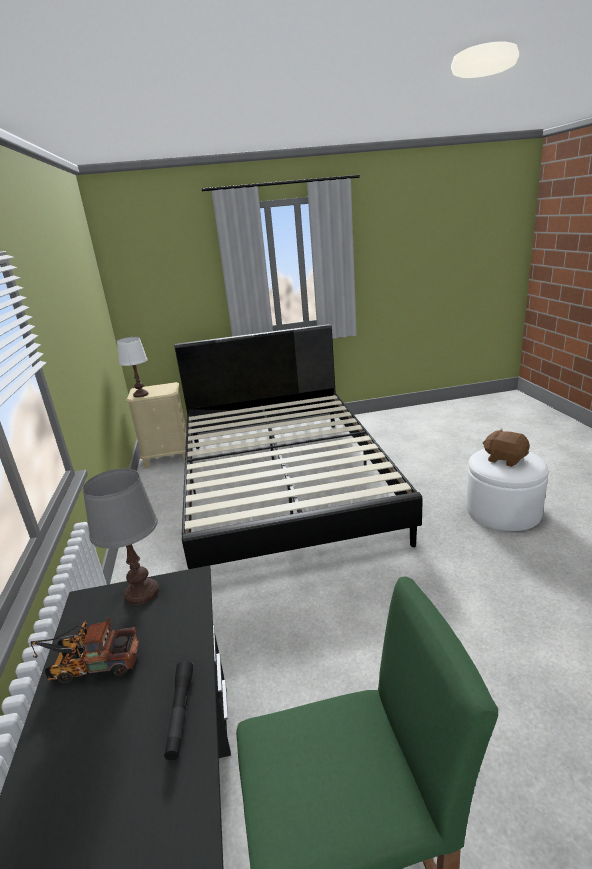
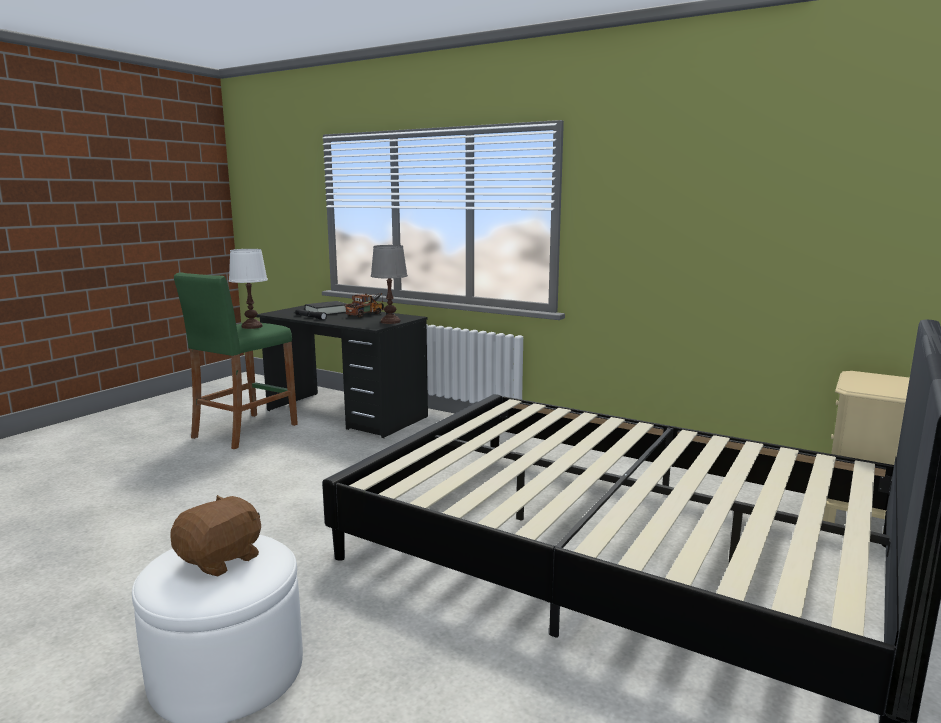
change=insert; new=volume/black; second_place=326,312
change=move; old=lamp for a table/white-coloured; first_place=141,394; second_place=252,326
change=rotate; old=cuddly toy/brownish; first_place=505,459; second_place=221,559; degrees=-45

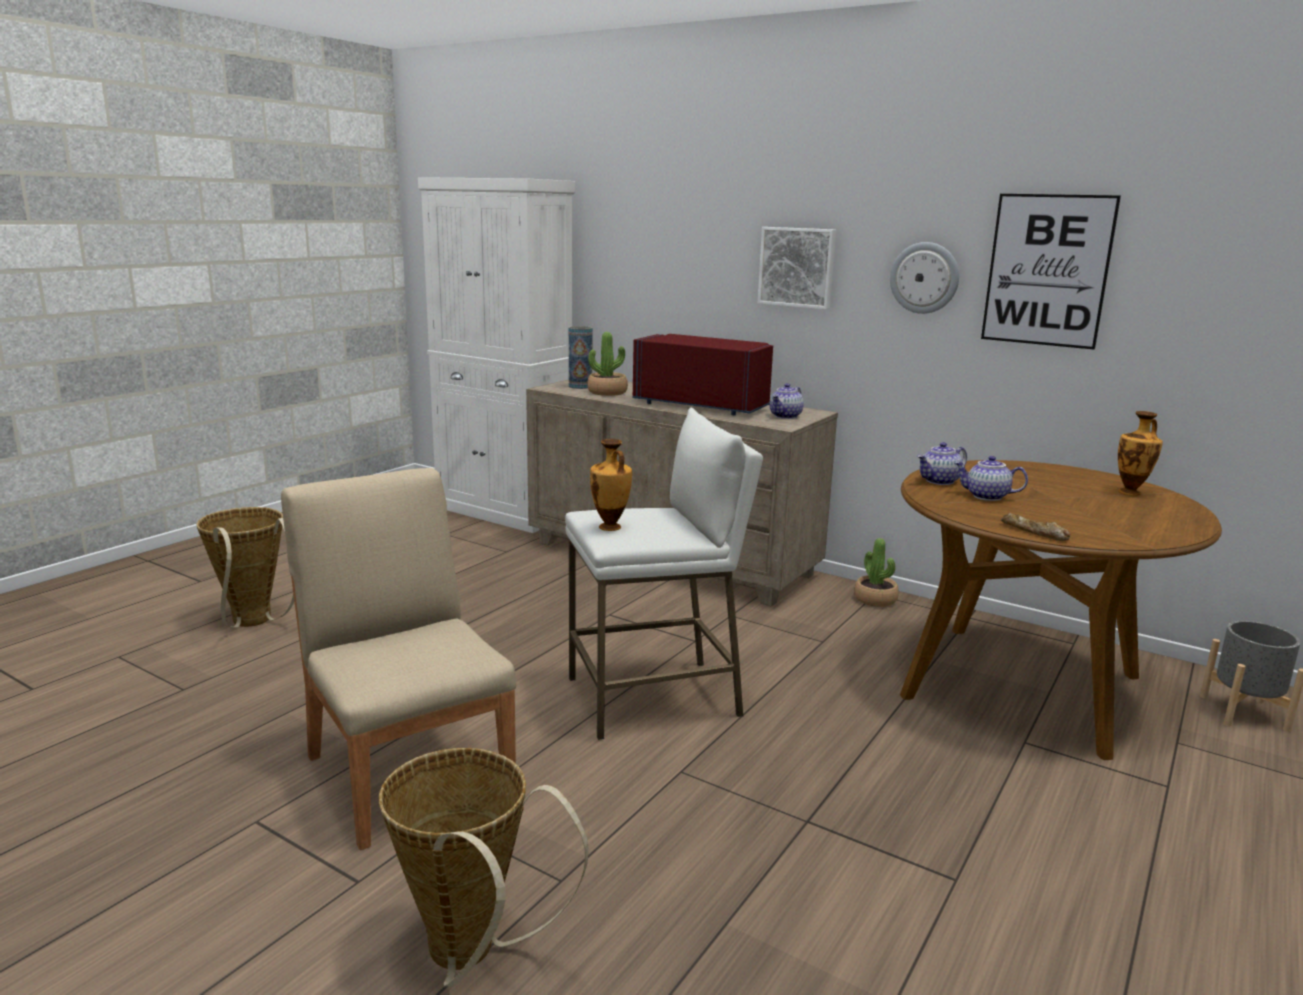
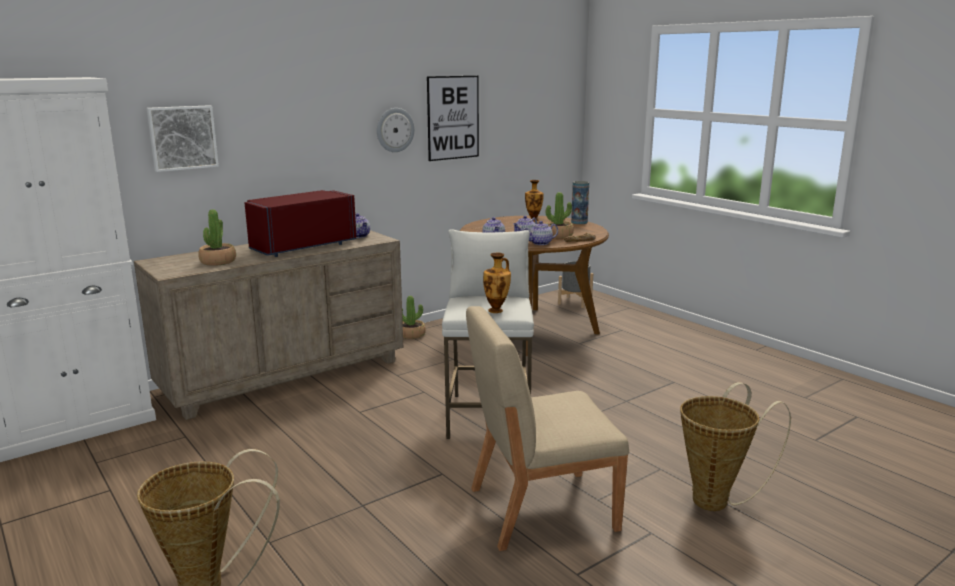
change=insert; new=teapot; second_place=540,243
change=insert; new=houseplant; second_place=558,235
change=move; old=vase; first_place=580,386; second_place=579,222
change=move; old=picture; first_place=797,267; second_place=182,137

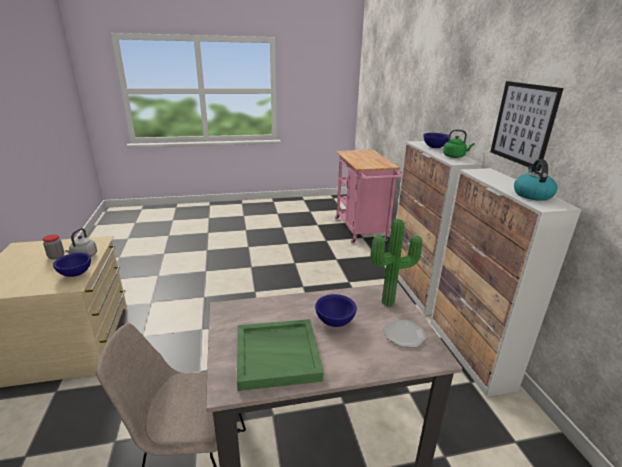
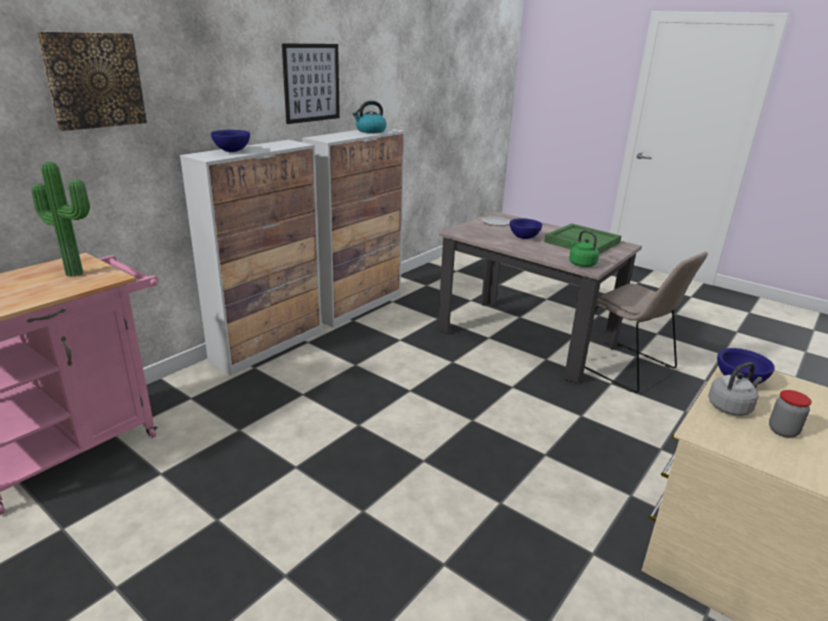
change=insert; new=picture; second_place=94,80
change=move; old=houseplant; first_place=389,304; second_place=77,272
change=move; old=tea kettle/greenish; first_place=455,156; second_place=581,264

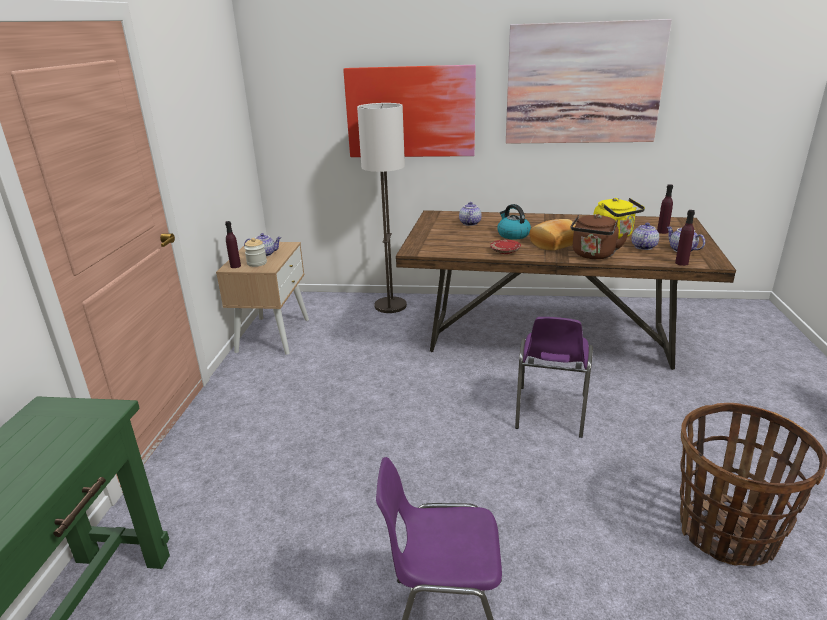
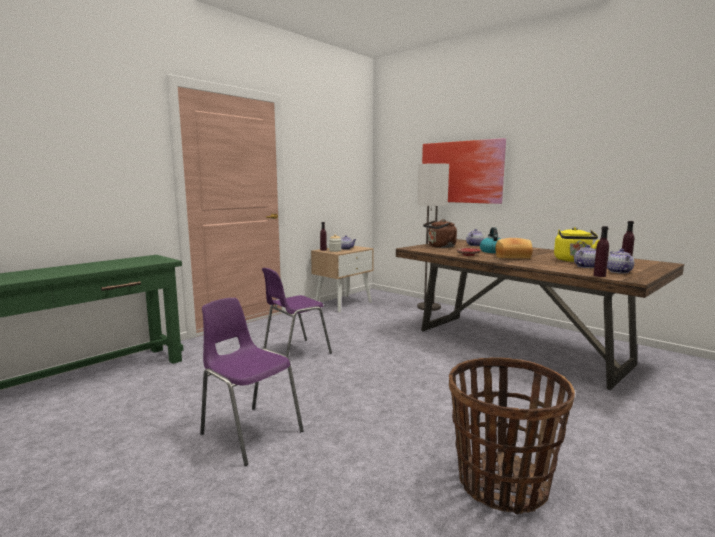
change=delete; old=picture; first_place=583,84
change=move; old=plain chair/purplish; first_place=549,412; second_place=295,353
change=move; old=tea kettle/brownish; first_place=593,255; second_place=440,246

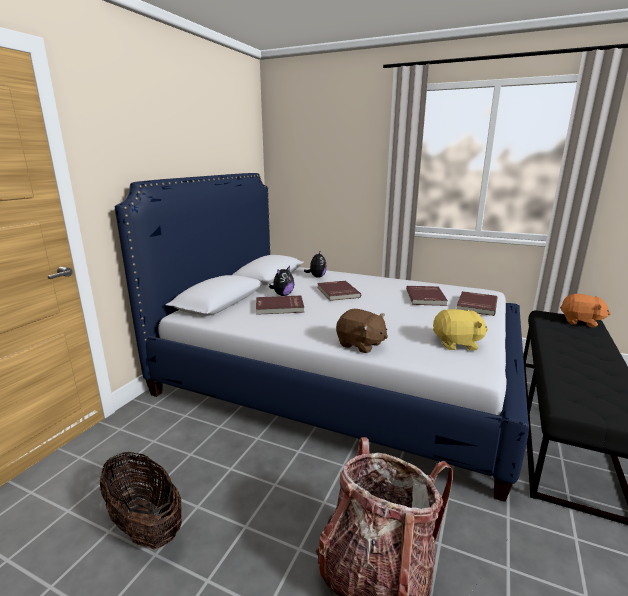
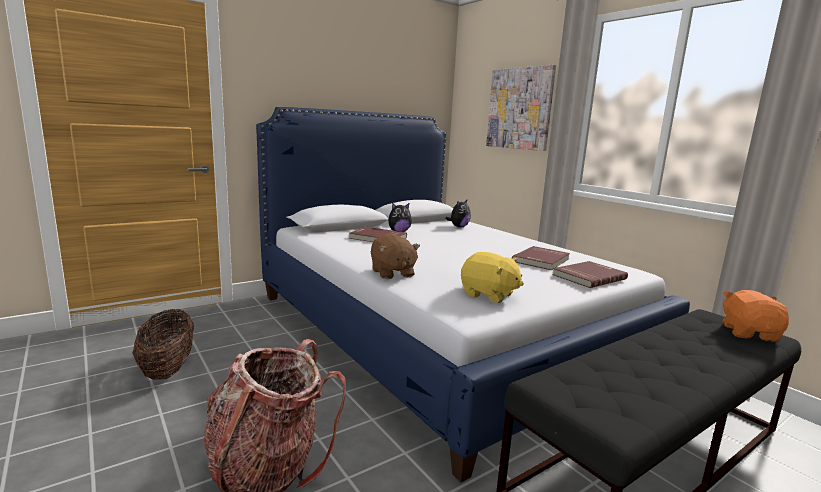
change=delete; old=volume/red; first_place=337,292
change=insert; new=picture; second_place=519,108
change=rotate; old=cuddly toy/orangey; first_place=580,322; second_place=749,333; degrees=-135

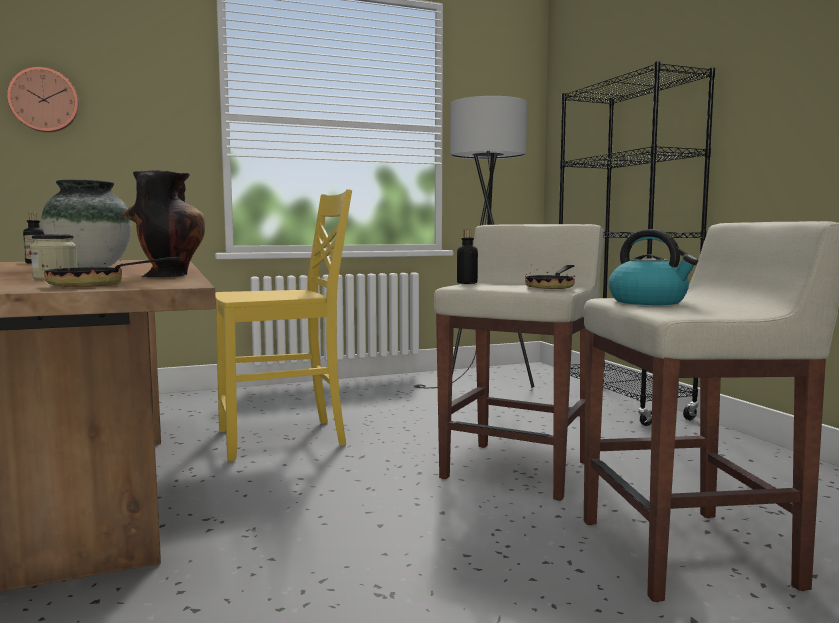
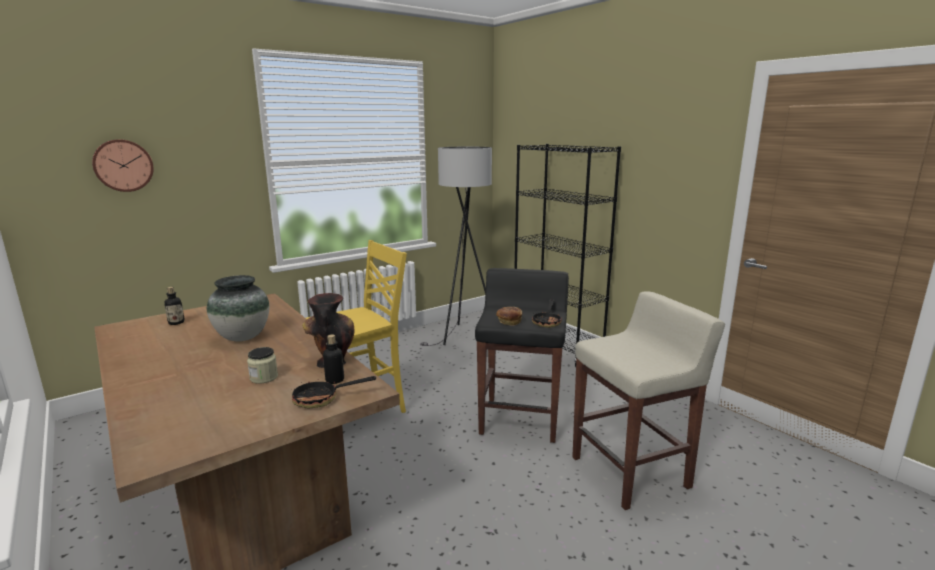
change=delete; old=tea kettle; first_place=649,302
change=insert; new=bakery bread; second_place=509,322
change=move; old=drink bottle; first_place=467,283; second_place=335,380
change=recolor; old=stool/beige; new=stool/black; first_place=518,469; second_place=520,419

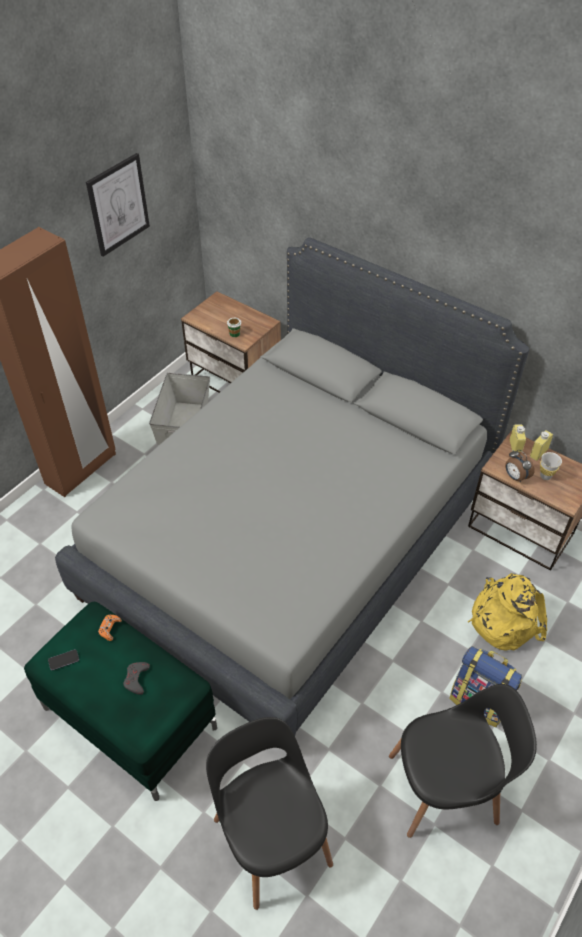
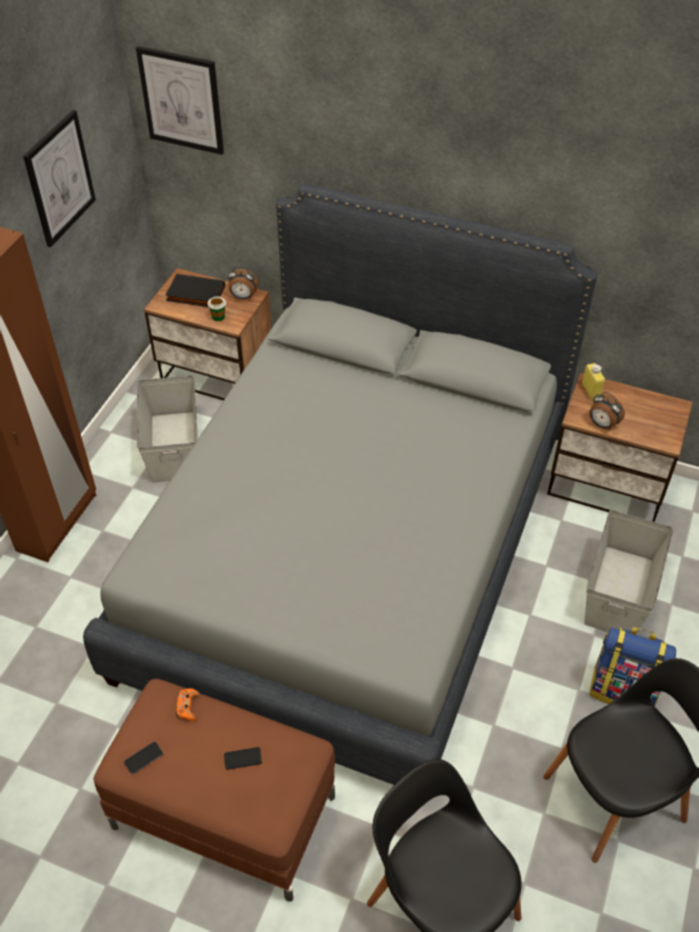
change=delete; old=drink bottle/yellowish; first_place=538,453
change=delete; old=small cup/white-coloured; first_place=545,476
change=insert; new=picture; second_place=181,100
change=insert; new=volume/black; second_place=195,294
change=insert; new=alarm clock; second_place=243,297
change=replace; old=gamepad/gray; new=telephone; first_place=136,679; second_place=243,758
change=replace; old=backpack/yellowish; new=storage bin/gray; first_place=503,619; second_place=620,591
change=recolor; old=pouffe/greenish; new=pouffe/brownish; first_place=131,717; second_place=226,811

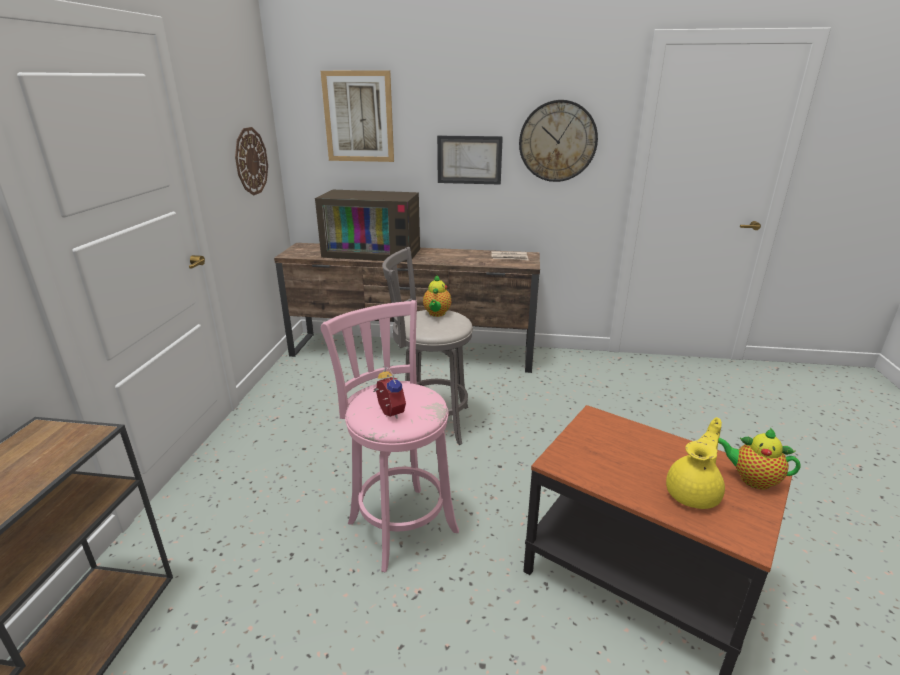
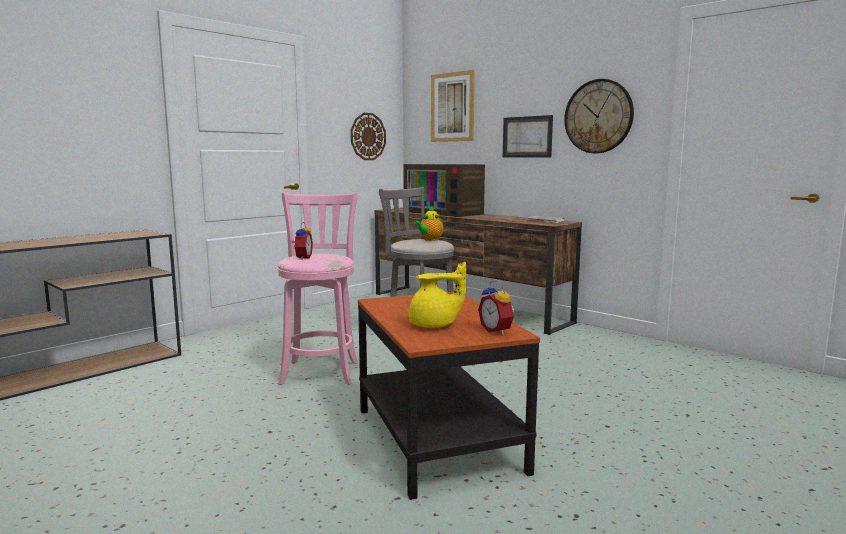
change=replace; old=teapot; new=alarm clock; first_place=751,479; second_place=497,331

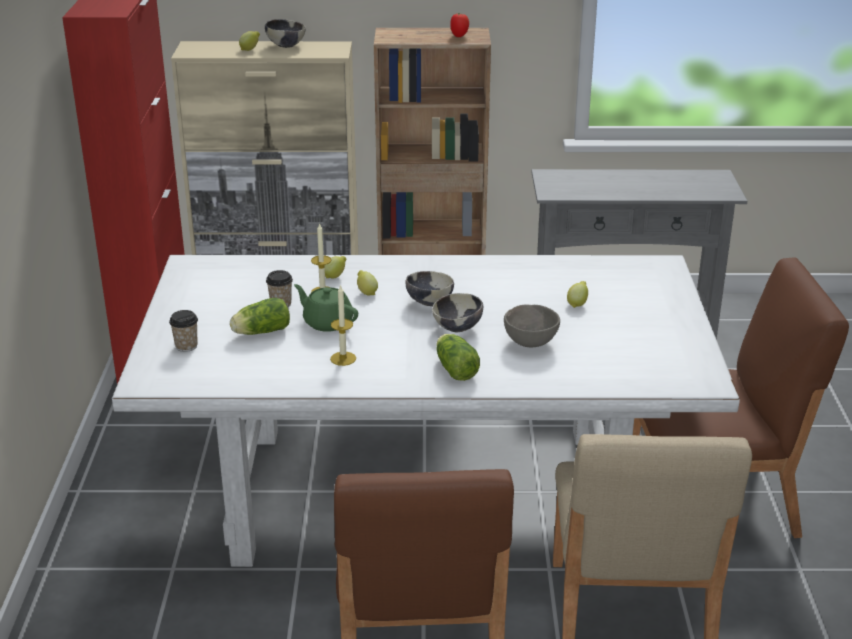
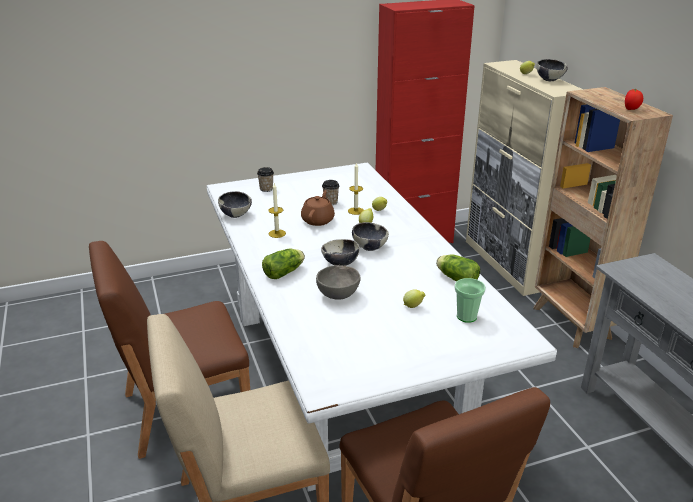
change=insert; new=serving bowl; second_place=236,214
change=insert; new=small cup; second_place=466,316
change=move; old=lettuce head; first_place=260,332; second_place=456,278
change=recolor; old=teapot/greenish; new=teapot/brownish; first_place=327,322; second_place=318,220

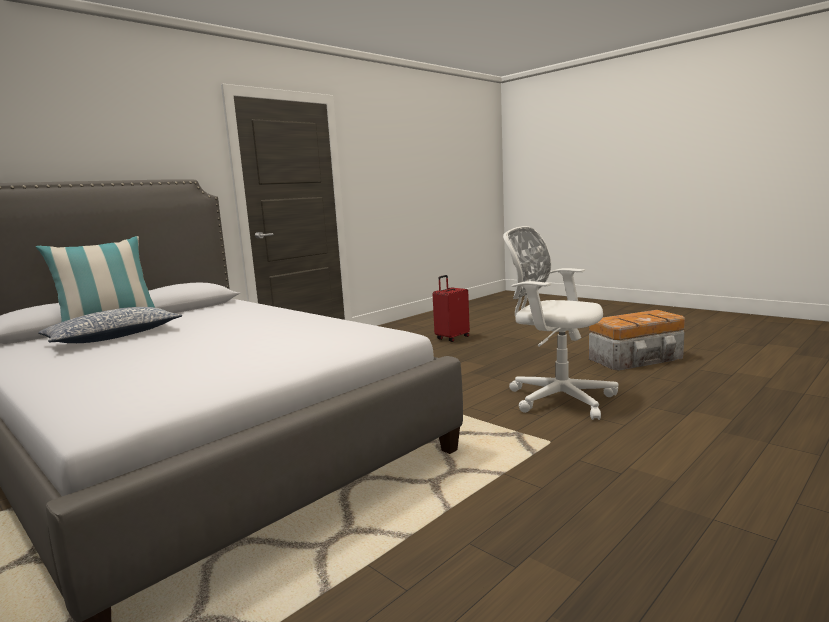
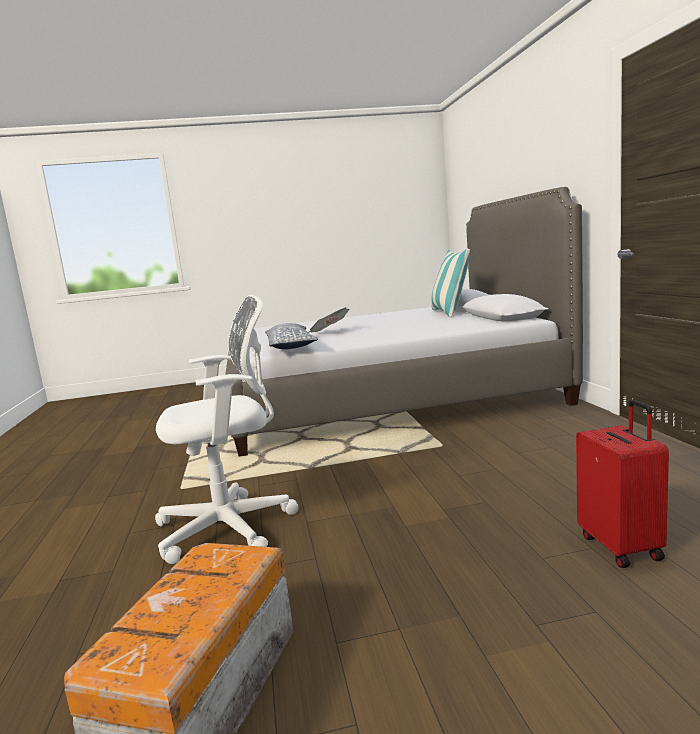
change=insert; new=daily paper; second_place=329,332
change=move; old=cushion; first_place=113,337; second_place=290,346

